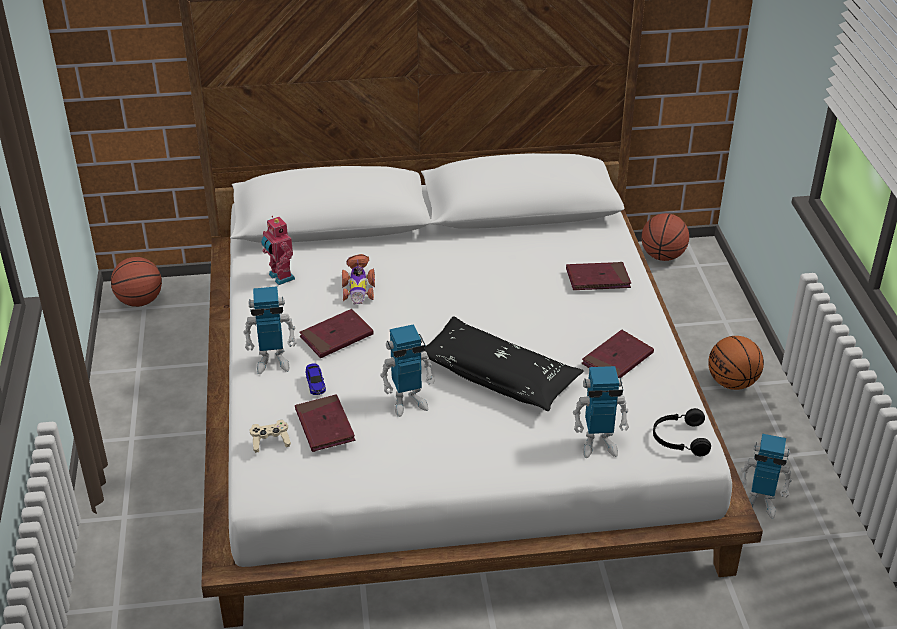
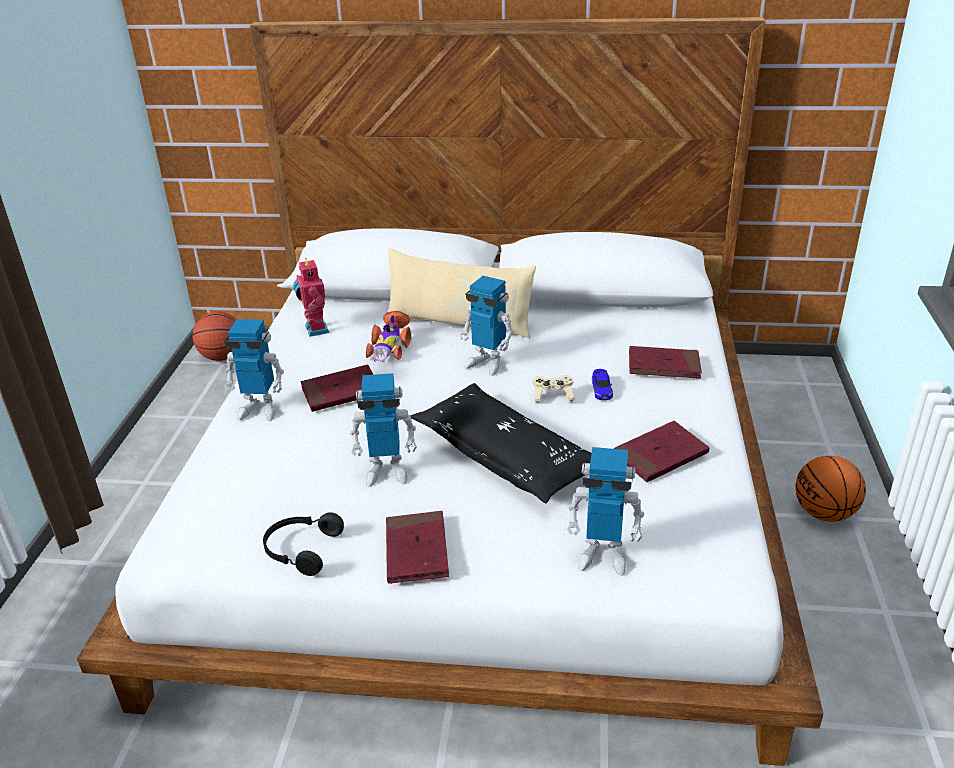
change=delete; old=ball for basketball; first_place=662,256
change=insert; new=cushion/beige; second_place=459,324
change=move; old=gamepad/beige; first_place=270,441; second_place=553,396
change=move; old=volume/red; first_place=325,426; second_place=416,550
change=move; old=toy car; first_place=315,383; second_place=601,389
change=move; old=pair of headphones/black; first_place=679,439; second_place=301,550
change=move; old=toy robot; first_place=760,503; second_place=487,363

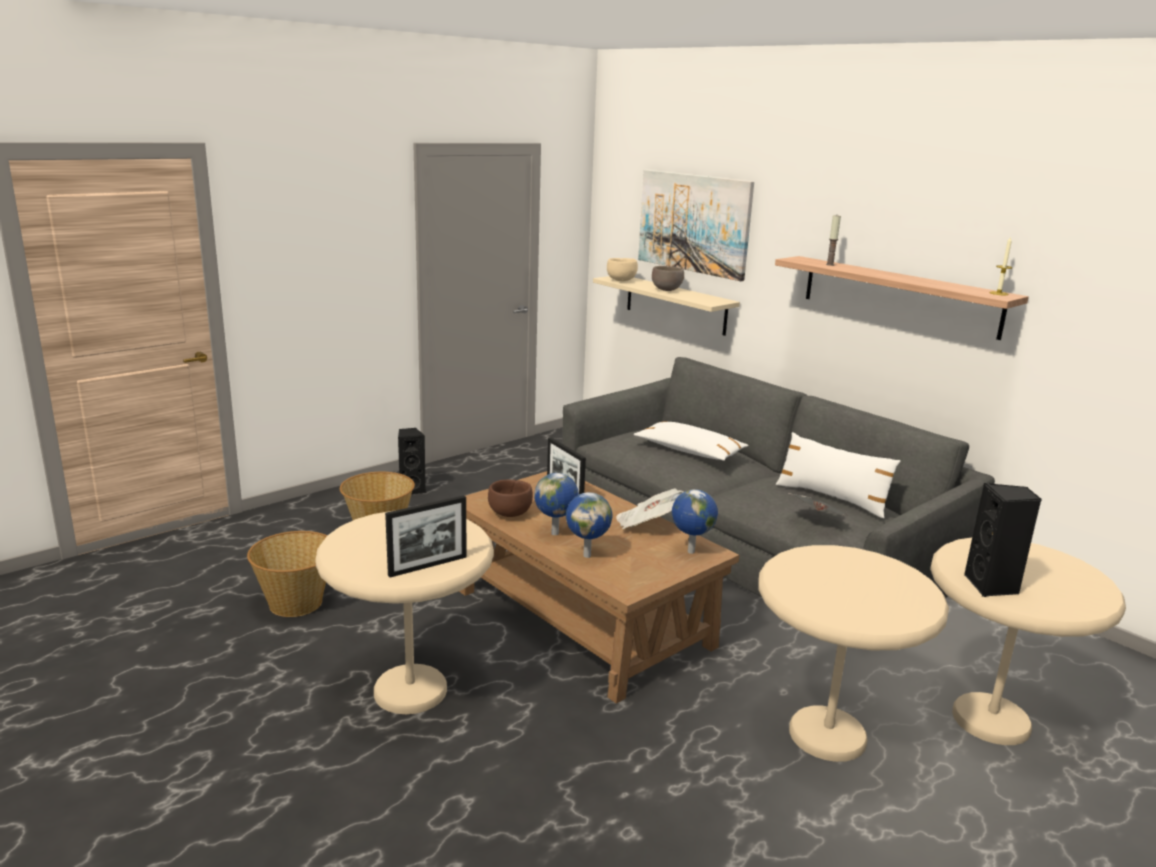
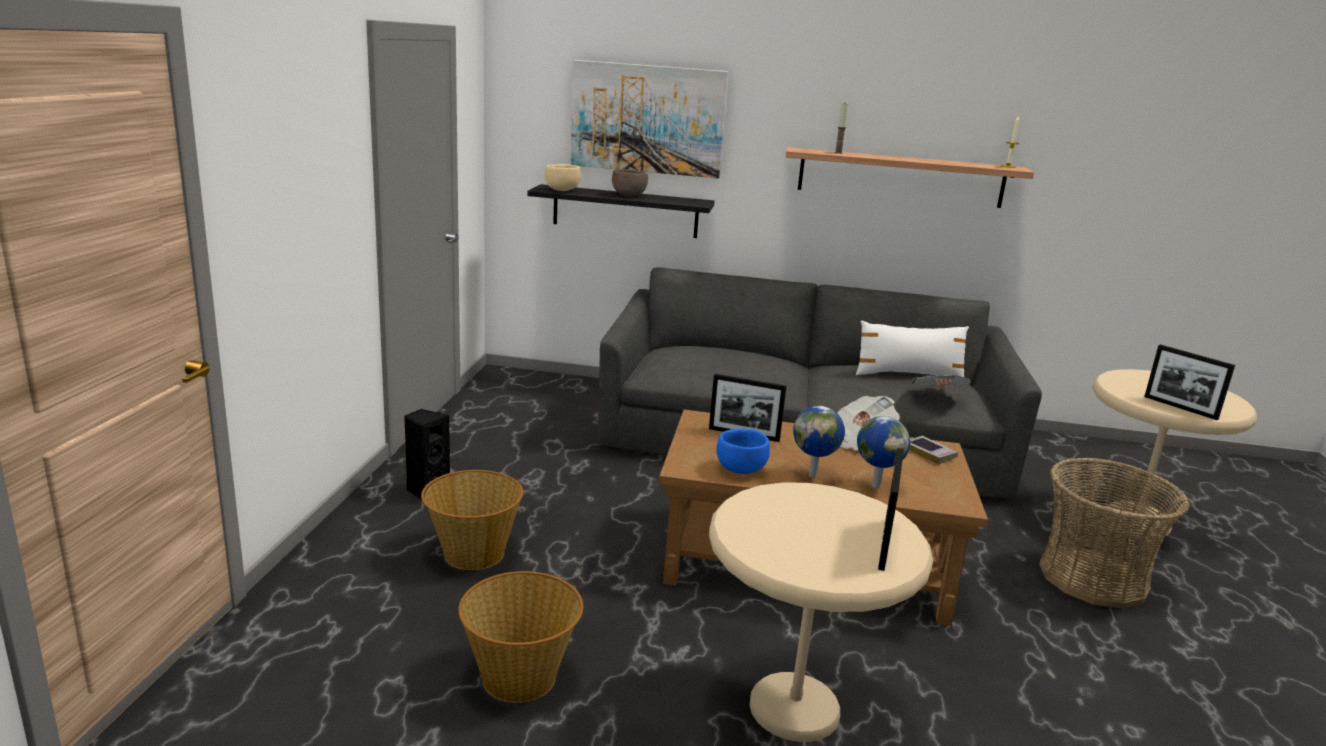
change=delete; old=cushion/white-coloured; first_place=689,451
change=replace; old=desk globe; new=volume; first_place=690,552; second_place=929,453
change=replace; old=accent table/beige; new=storage basket; first_place=827,735; second_place=1093,578
change=replace; old=loudspeaker/black; new=photo frame; first_place=992,586; second_place=1180,407
change=recolor; old=serving bowl/brownish; new=serving bowl/blue; first_place=510,514; second_place=741,470
change=recolor; old=shelf/beige; new=shelf/black; first_place=675,304; second_place=625,211

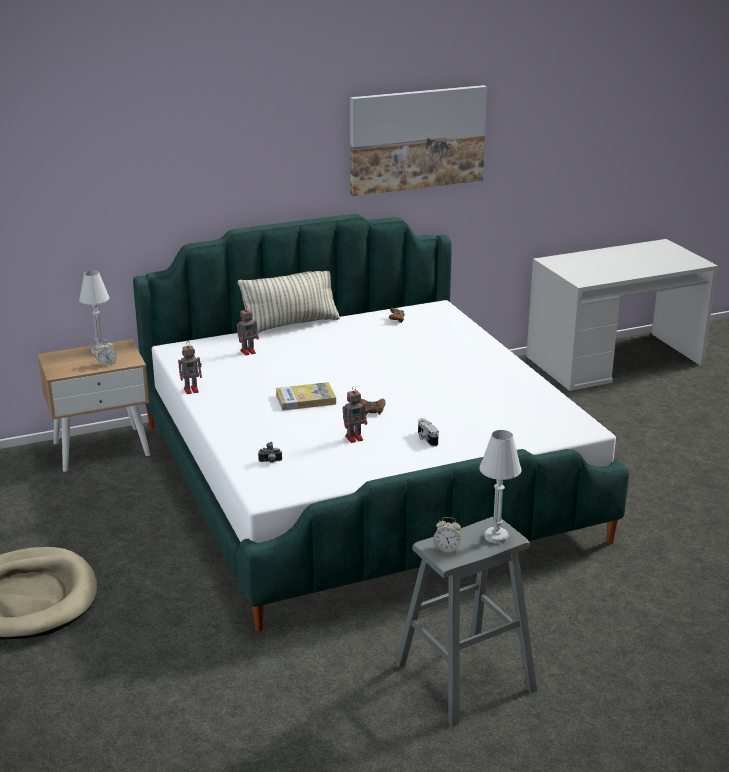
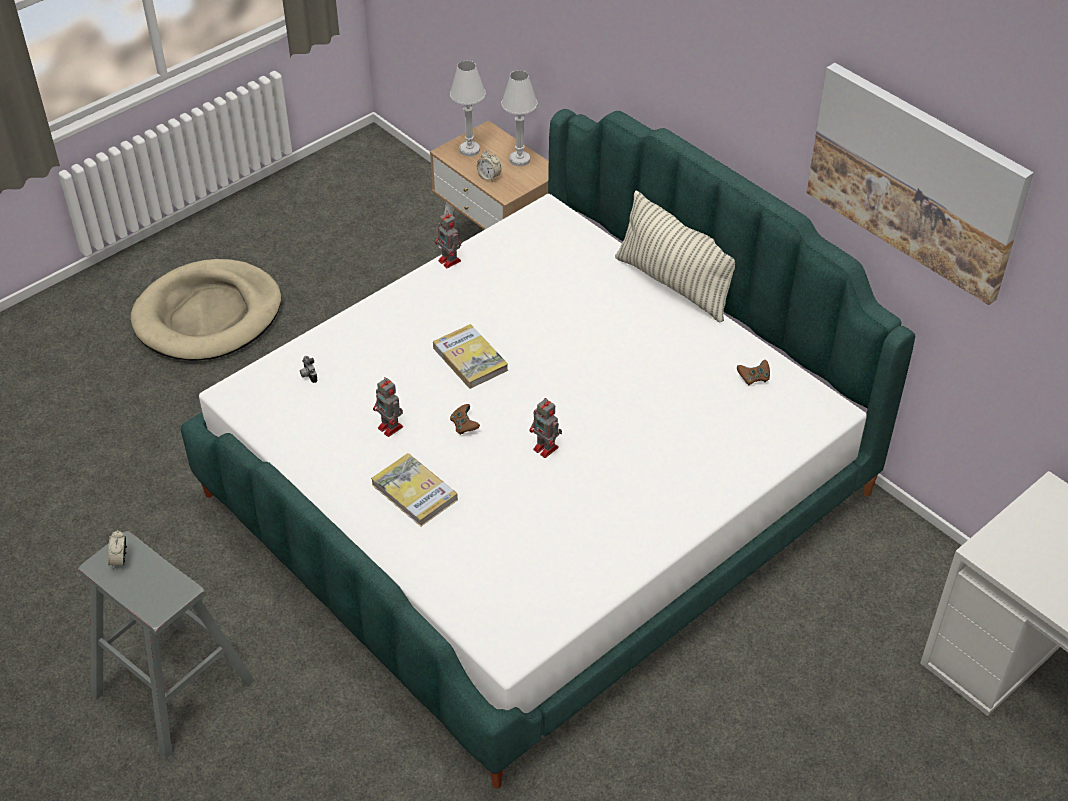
change=move; old=toy robot; first_place=248,351; second_place=546,449
change=move; old=lamp for a table/white-coloured; first_place=496,536; second_place=469,150
change=replace; old=photo camera; new=volume; first_place=426,438; second_place=414,492

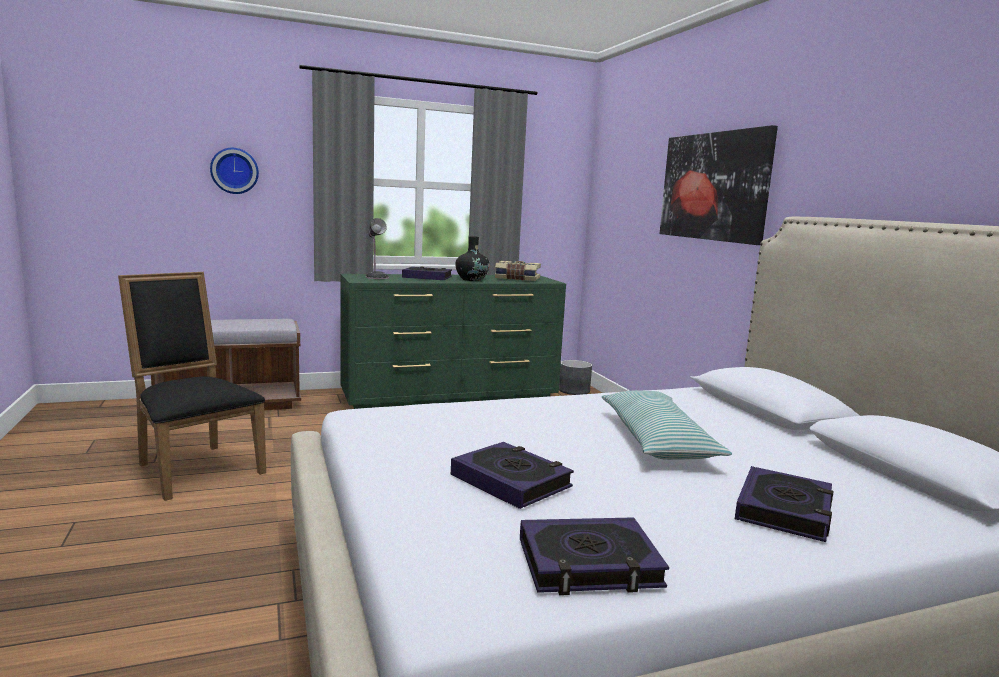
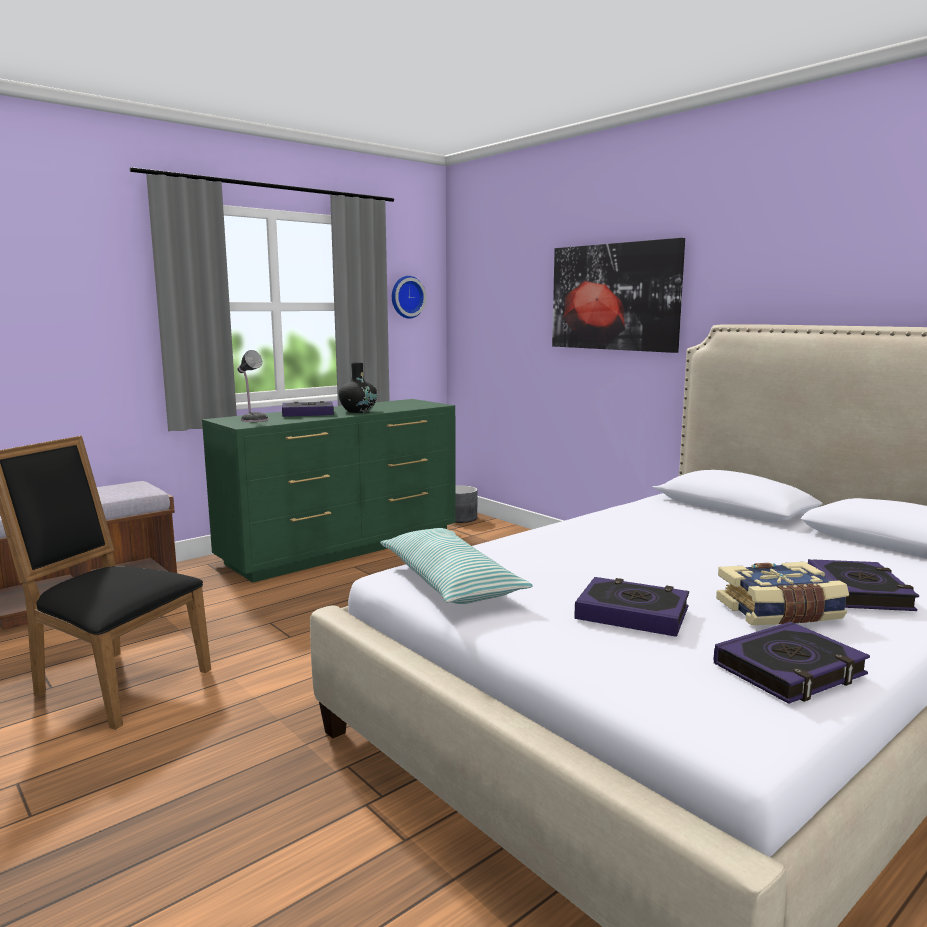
change=move; old=wall clock; first_place=234,171; second_place=406,297
change=move; old=volume; first_place=517,279; second_place=780,612
change=move; old=cushion; first_place=657,440; second_place=450,582

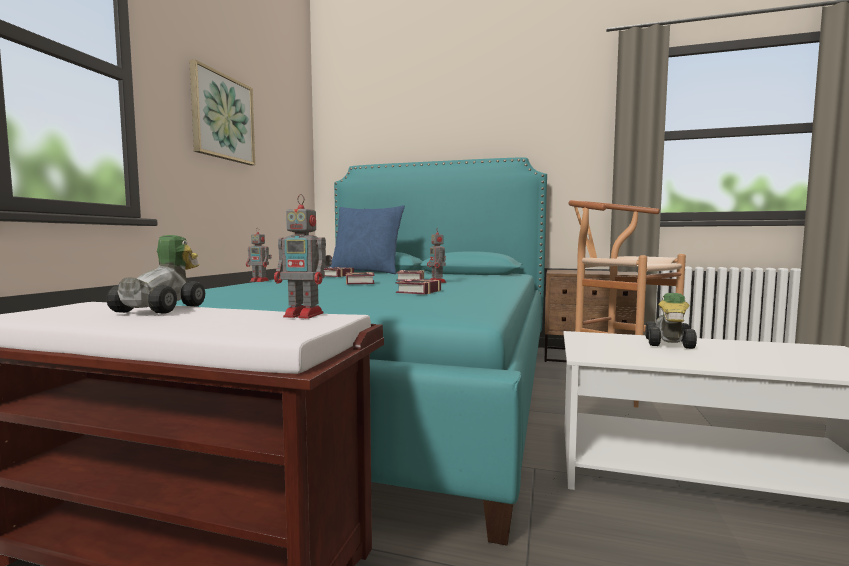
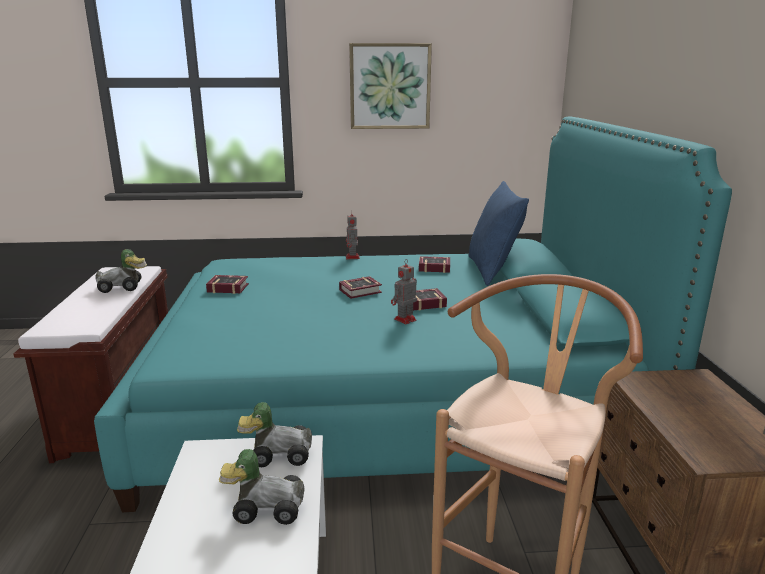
change=delete; old=toy robot; first_place=305,315
change=insert; new=toy car; second_place=278,453
change=move; old=volume; first_place=417,292; second_place=226,288

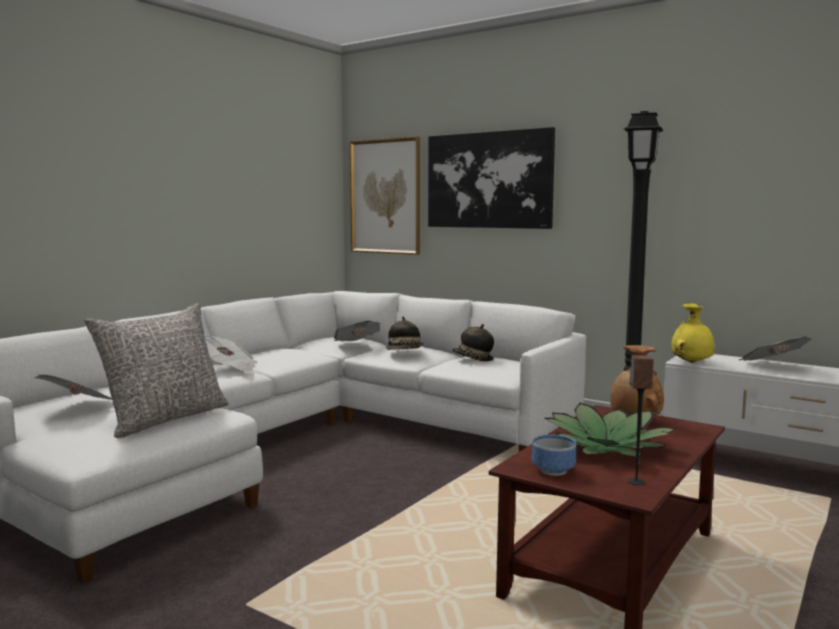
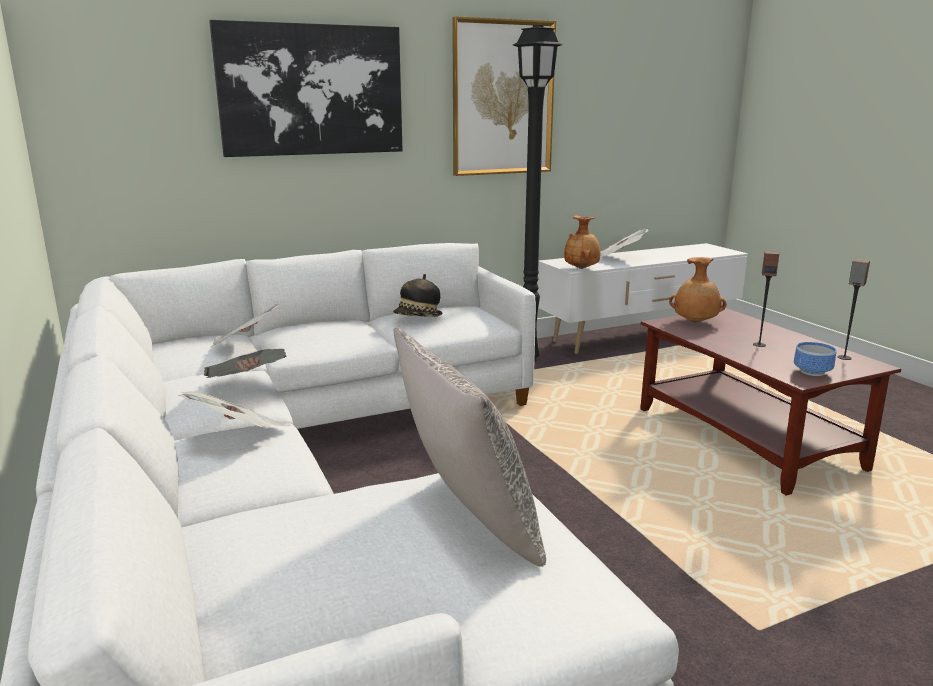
change=delete; old=hat; first_place=405,352
change=move; old=daily paper; first_place=80,407; second_place=247,385
change=move; old=picture; first_place=385,196; second_place=502,98
change=replace; old=houseplant; new=loudspeaker; first_place=607,446; second_place=759,345
change=recolor; old=vase/yellowish; new=vase/brownish; first_place=692,362; second_place=582,268

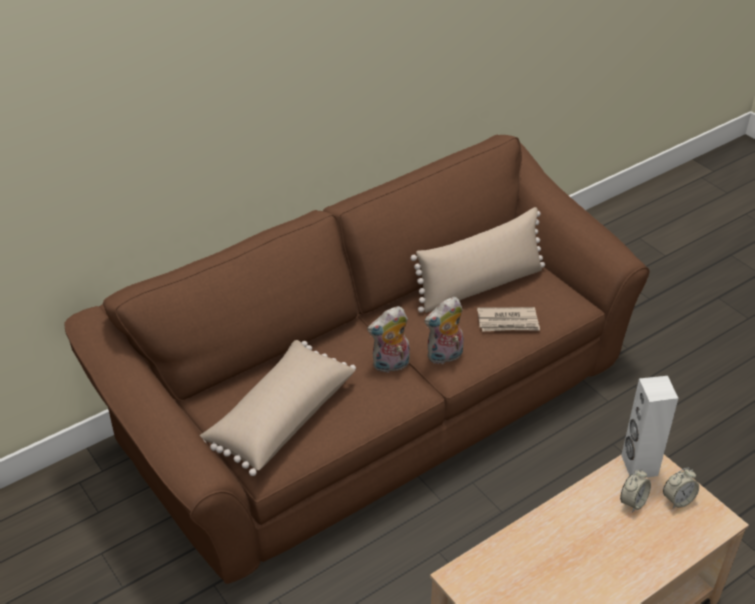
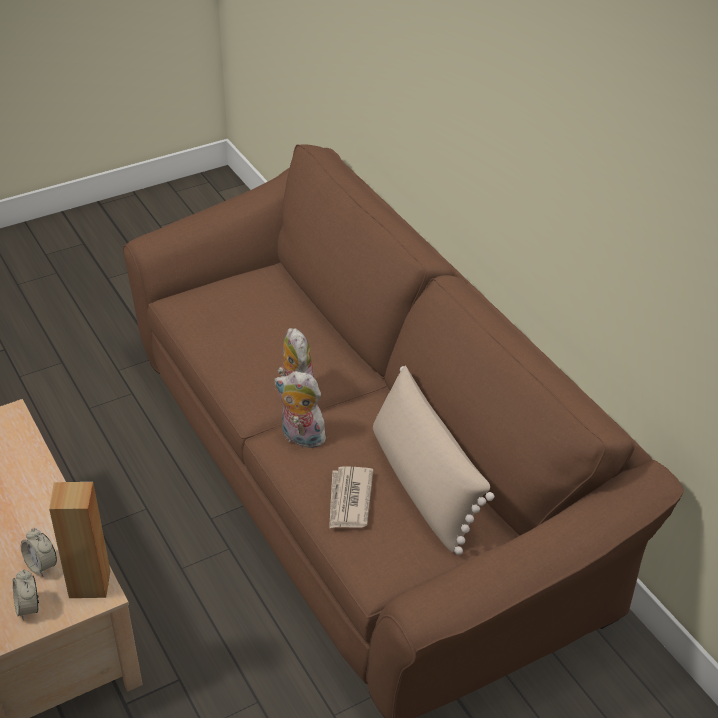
change=delete; old=cushion/beige; first_place=279,417
change=recolor; old=loudspeaker/white-coloured; new=loudspeaker/brownish; first_place=638,465; second_place=90,583
change=rotate; old=cuddly toy; first_place=445,357; second_place=301,438; degrees=-45

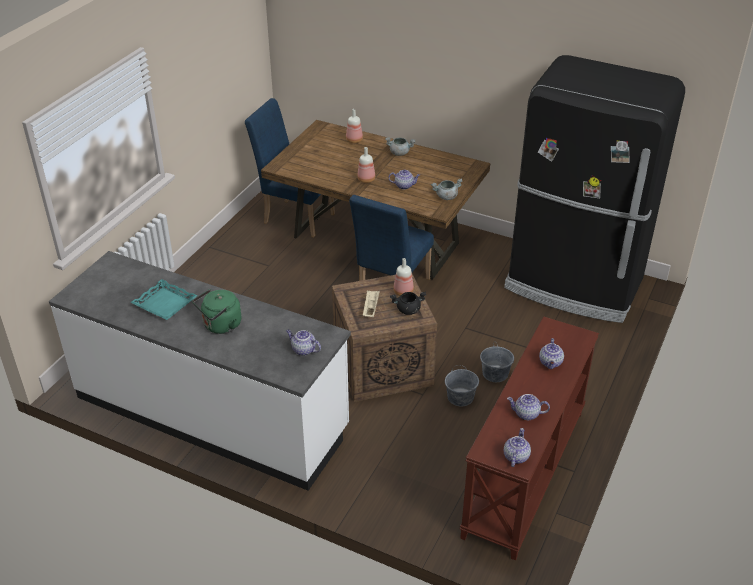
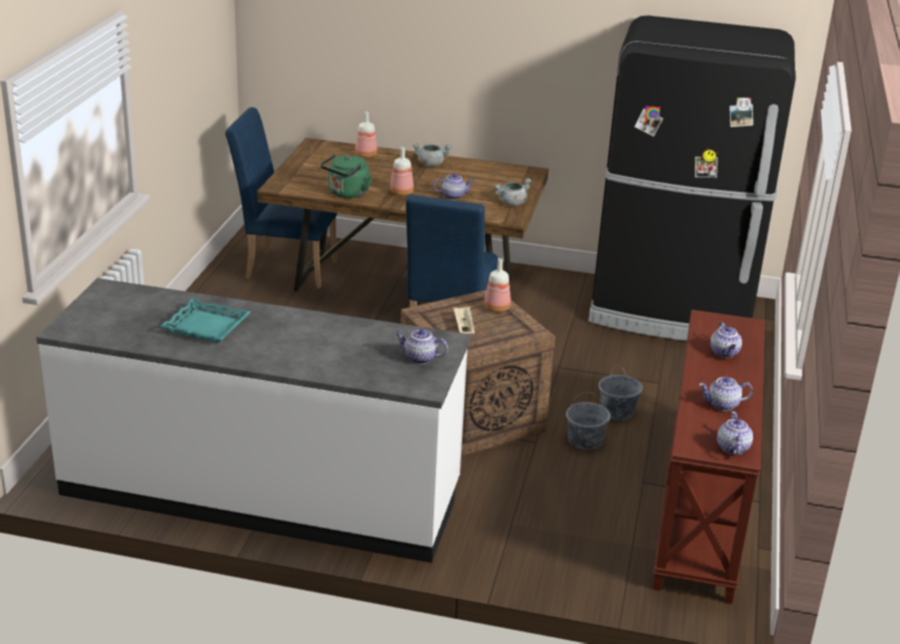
change=delete; old=stockpot/black; first_place=408,310
change=move; old=tea kettle/greenish; first_place=220,326; second_place=347,194

